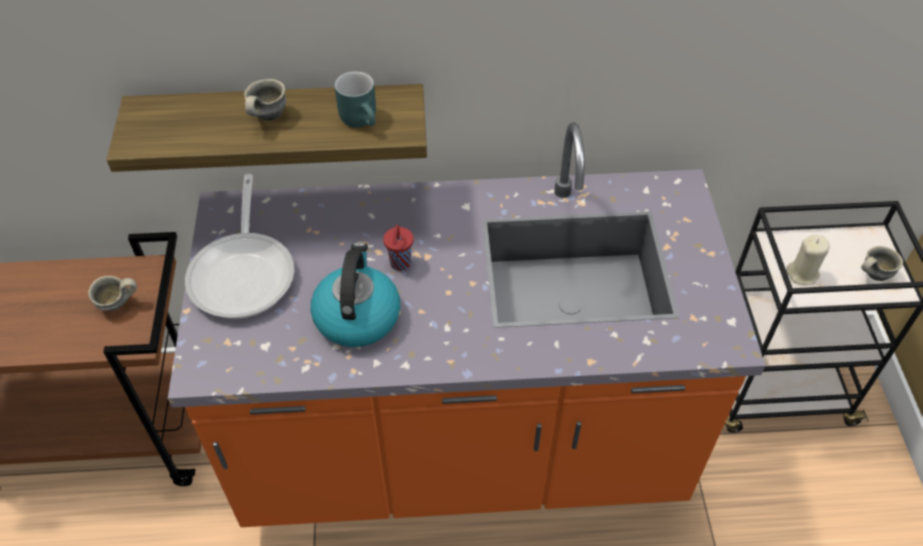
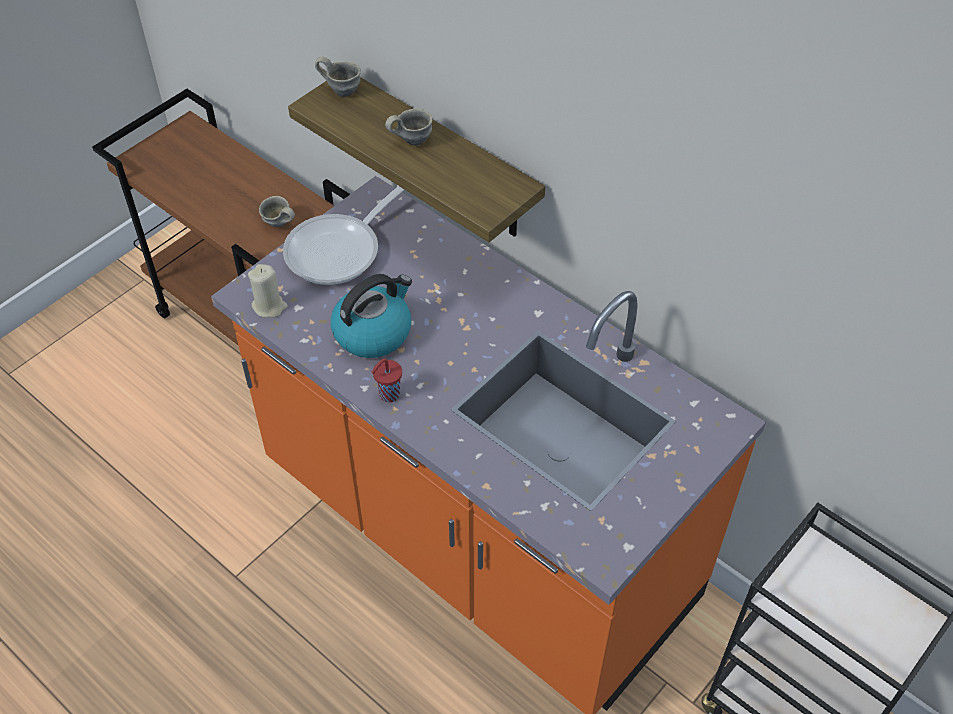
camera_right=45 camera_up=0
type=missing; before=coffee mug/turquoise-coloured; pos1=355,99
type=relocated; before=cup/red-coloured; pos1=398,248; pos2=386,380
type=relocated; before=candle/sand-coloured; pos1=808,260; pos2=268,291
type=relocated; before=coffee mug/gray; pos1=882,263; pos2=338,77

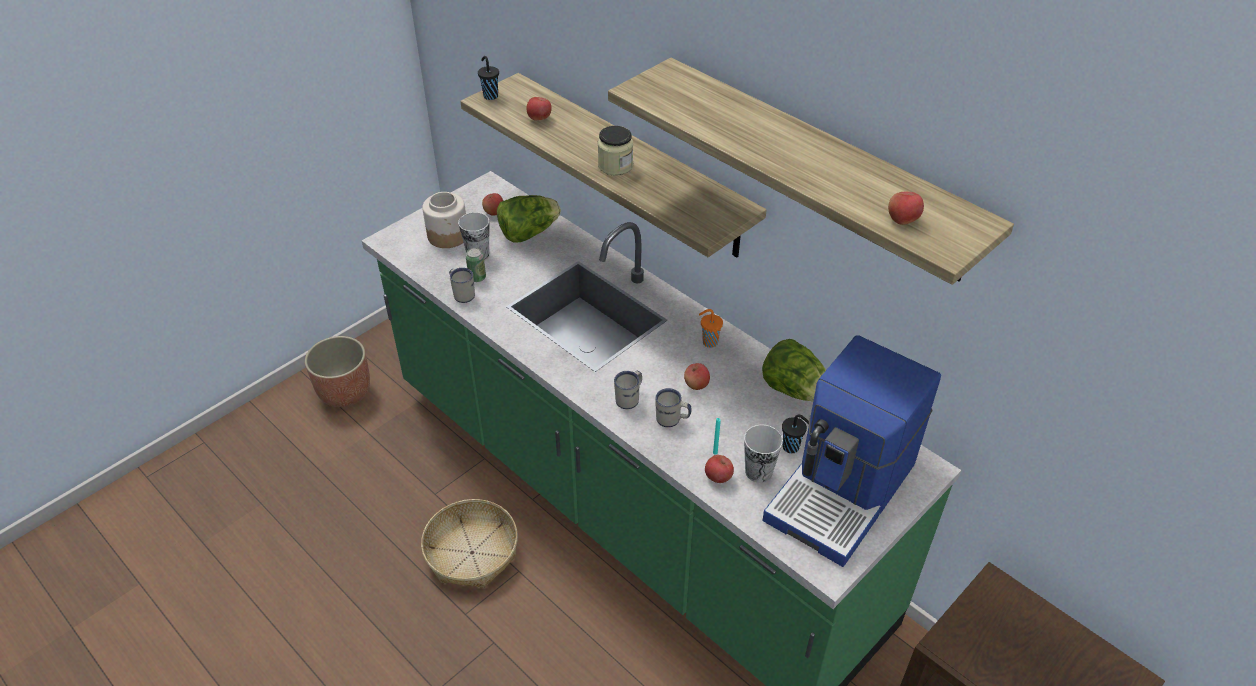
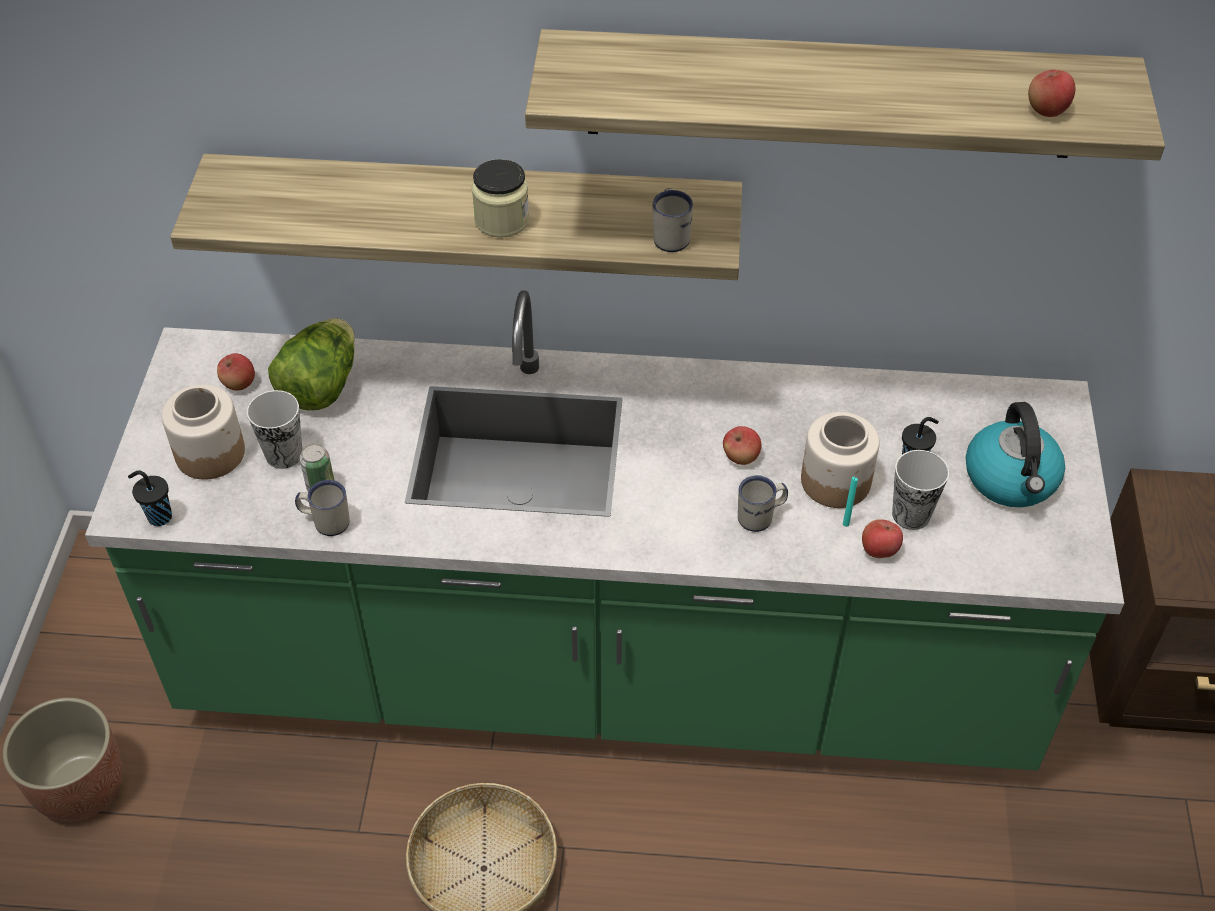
camera_right=-40 camera_up=5
type=relocated; before=cup/black; pos1=488,78; pos2=150,498
type=missing; before=apple; pos1=539,108
type=relocated; before=coffee mug/white-coloured; pos1=628,390; pos2=673,220
type=missing; before=cup/orange; pos1=711,328
type=exchanged; before=coffee maker; after=kettle; pos1=851,451; pos2=1015,454
type=missing; before=lettuce; pos1=794,370
type=appeared; after=storage jar; pos2=840,460

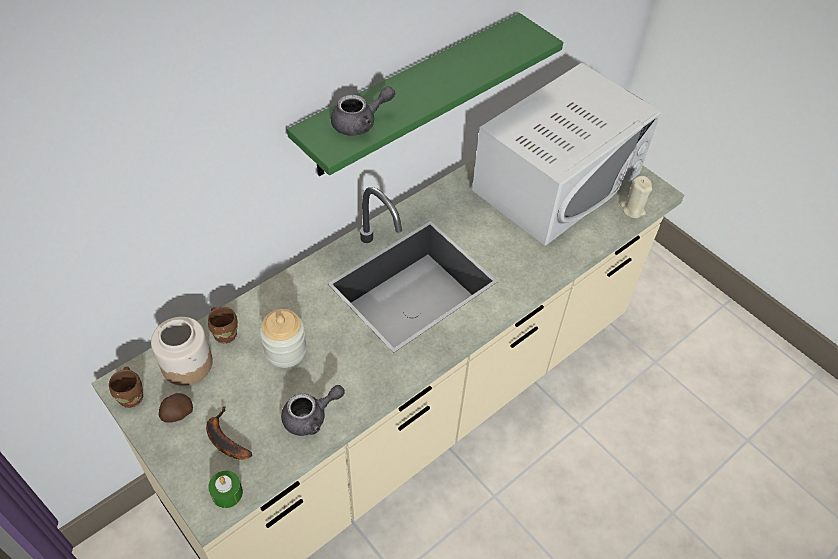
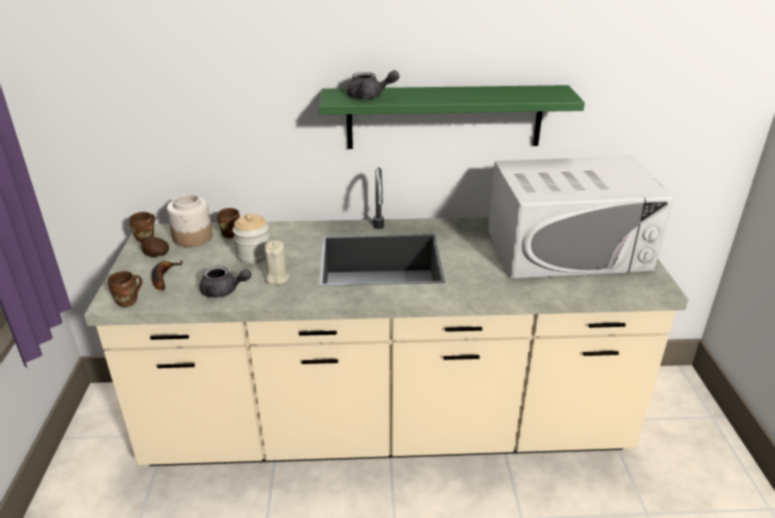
camera_right=40 camera_up=-20
type=exchanged; before=candle/green; after=coffee mug/brown; pos1=225,489; pos2=125,289
type=relocated; before=candle/sand-coloured; pos1=636,197; pos2=277,262

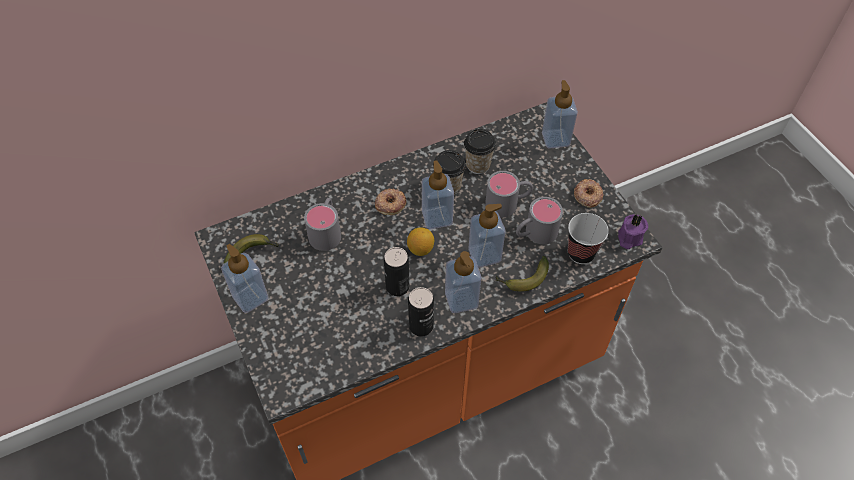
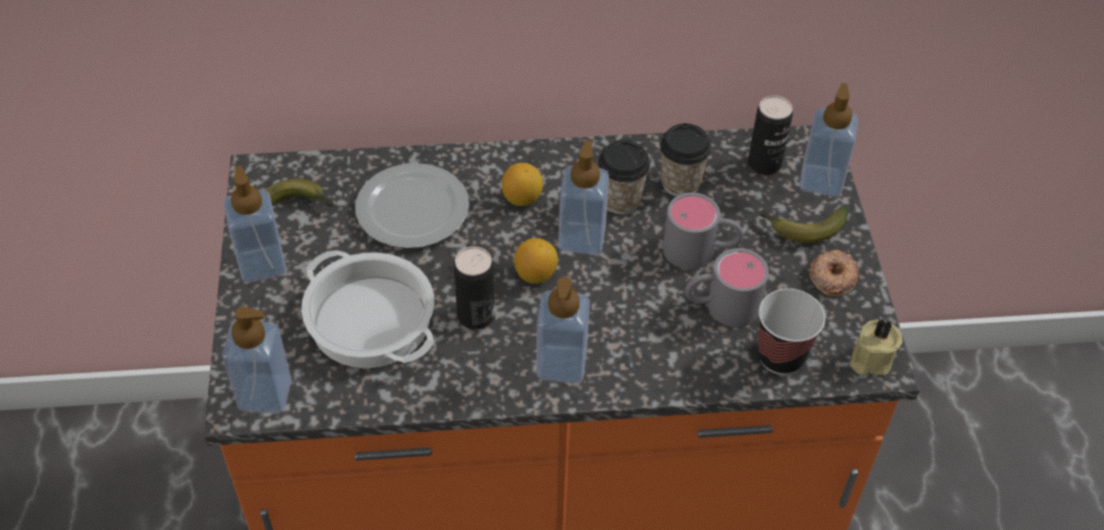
camera_right=20 camera_up=-5
type=exchanged; before=coffee mug/gray; after=plate; pos1=322,224; pos2=412,206
type=exchanged; before=ring doughnut; after=whole lemon; pos1=390,202; pos2=522,184
type=relocated; before=sealed can; pos1=421,312; pos2=770,135
type=relocated; before=liquid soap bottle; pos1=486,236; pos2=257,360
type=relocated; before=banana fruit; pos1=522,274; pos2=803,224
type=colour; before=candle/purple-coloured; after=candle/sand-coloured; pos1=633,231; pos2=876,347
type=appeared; after=saucepot; pos2=367,309

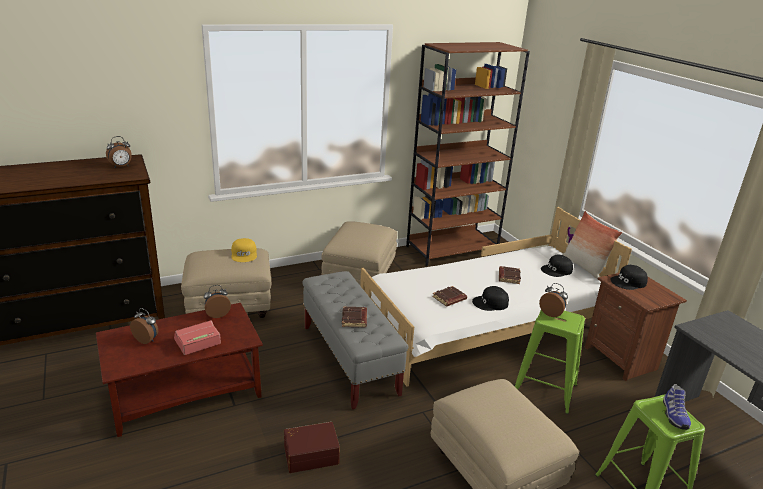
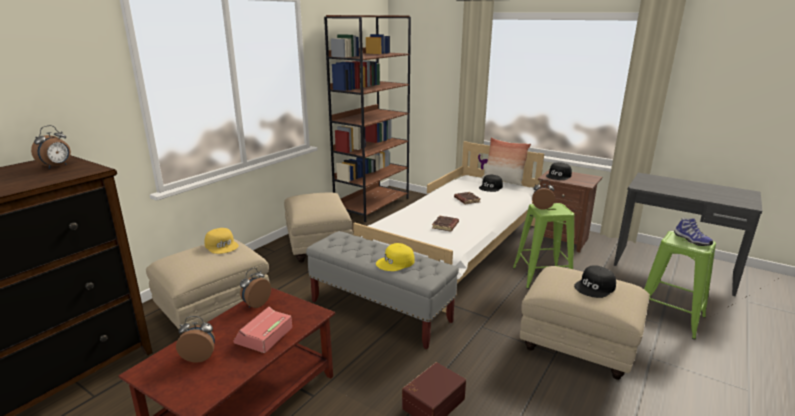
camera_right=-30 camera_up=-5
type=exchanged; before=bound book/brown; after=cap/yellowish; pos1=354,316; pos2=395,257
type=relocated; before=cap/black; pos1=490,298; pos2=595,281

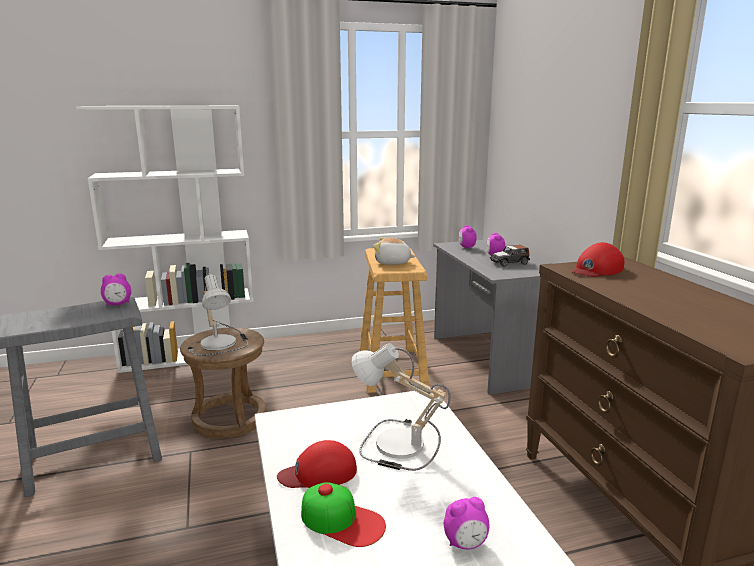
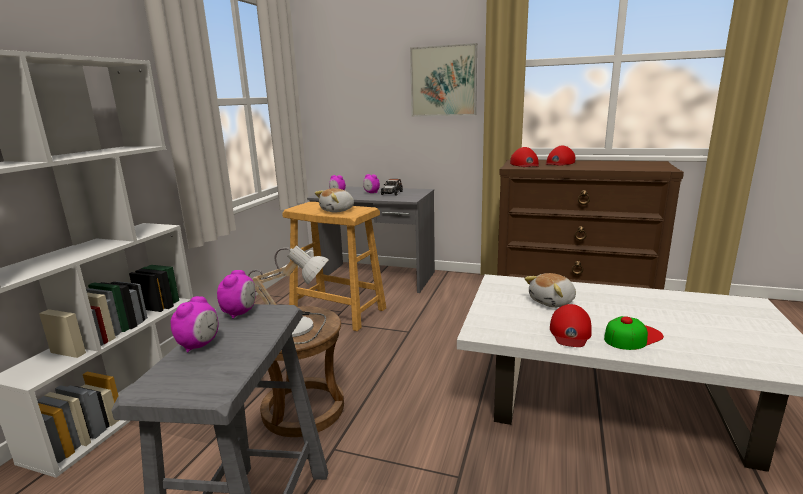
camera_right=-55 camera_up=0
type=exchanged; before=table lamp; after=cuddly toy; pos1=401,407; pos2=550,290
type=relocated; before=alarm clock; pos1=466,523; pos2=194,324
type=appeared; after=picture; pos2=443,80
type=appeared; after=cap/red-coloured; pos2=560,156

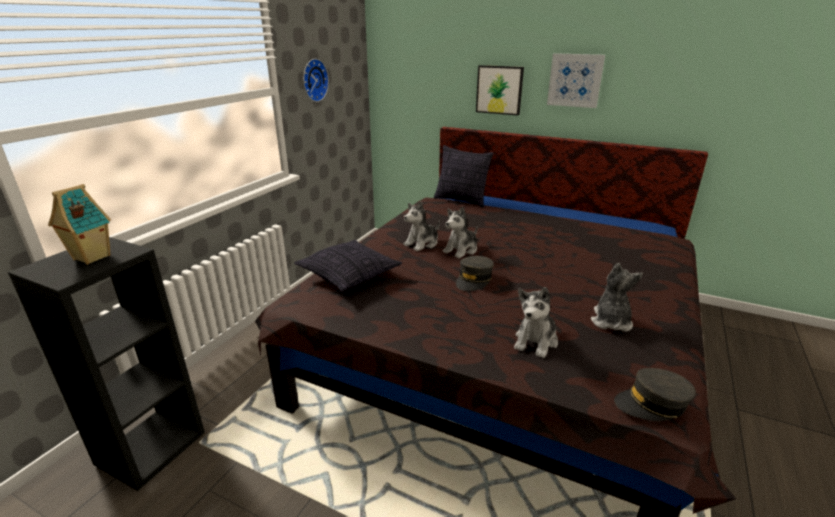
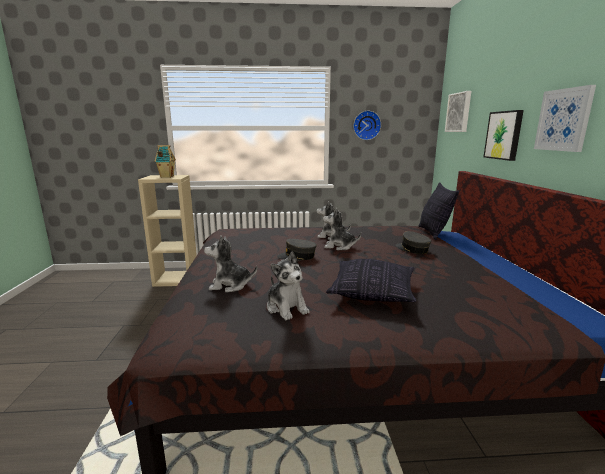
camera_right=60 camera_up=-10
type=colour; before=shelving unit/black; after=shelving unit/sand-coloured; pos1=106,364; pos2=167,231
type=relocated; before=throw pillow; pos1=348,266; pos2=371,280
type=spun; before=cuddly toy; pos1=617,297; pos2=288,285; turn=75
type=relocated; before=cap/gray; pos1=655,394; pos2=414,242
type=appeared; after=picture; pos2=458,111

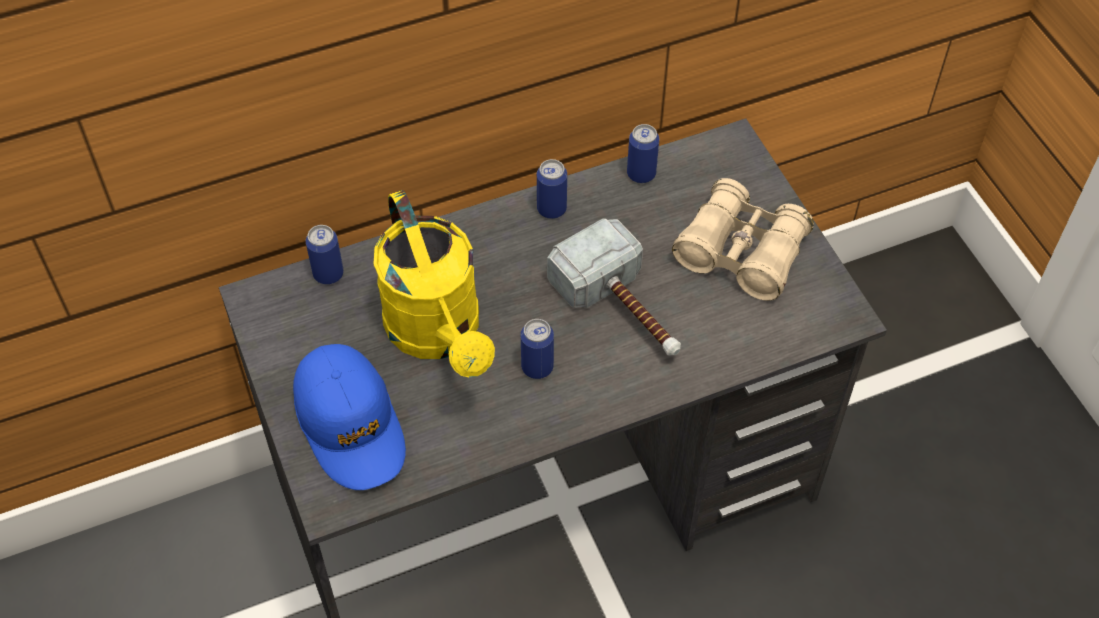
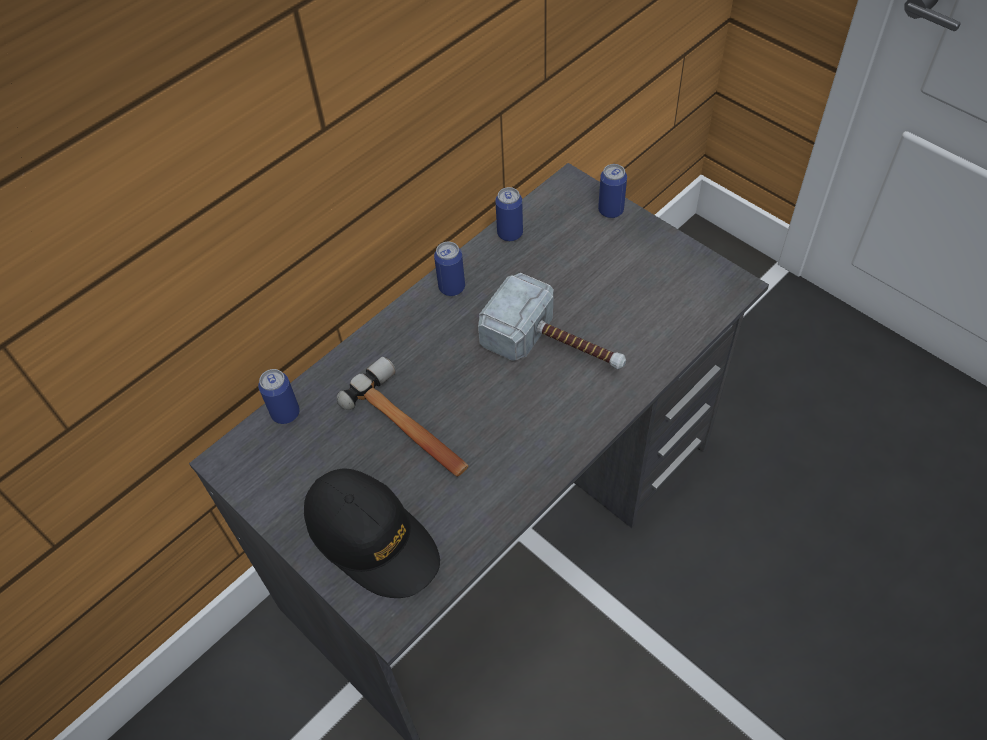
camera_right=-20 camera_up=0
type=colour; before=cap/blue; after=cap/black; pos1=349,417; pos2=372,533
type=exchanged; before=watering pot/yellowish; after=hand hammer; pos1=434,283; pos2=402,417
type=relocated; before=sealed can; pos1=537,349; pos2=612,191
type=missing; before=pair of binoculars/sand-coloured; pos1=743,239

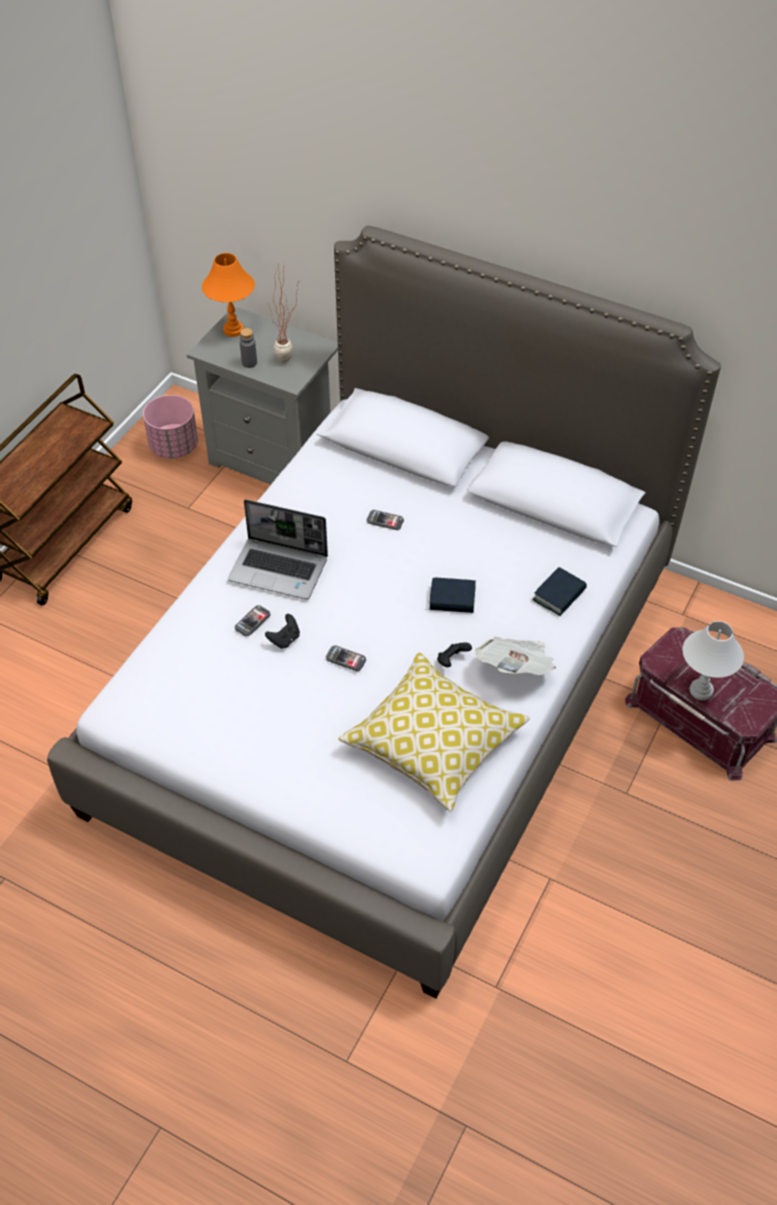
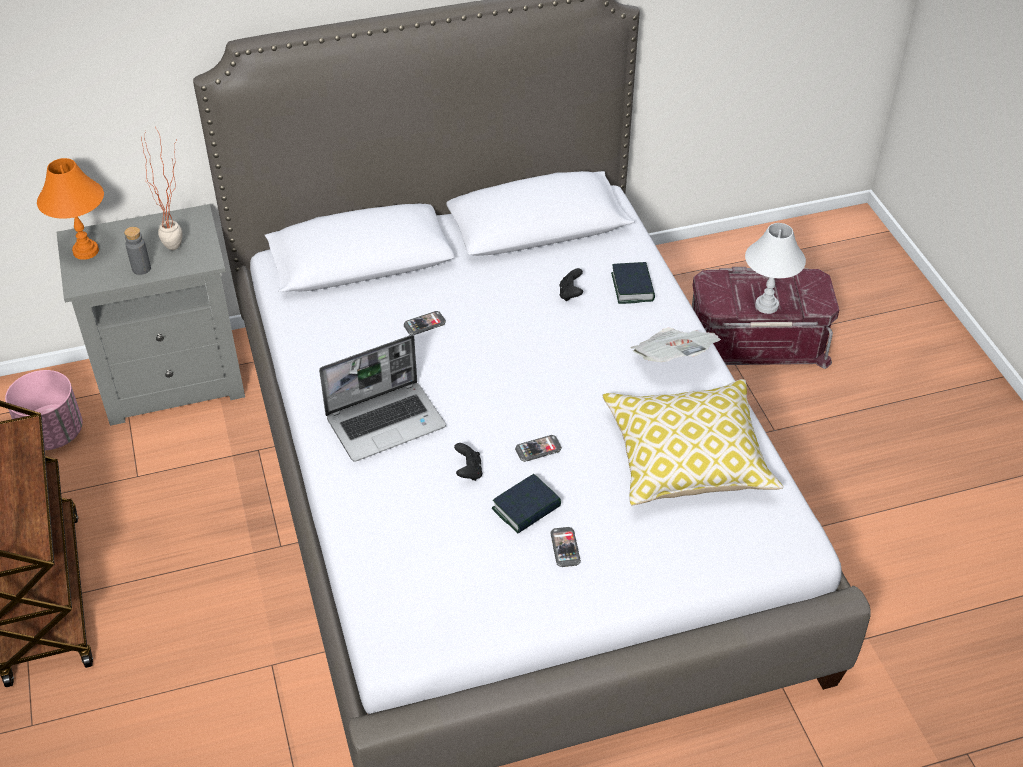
camera_right=-45 camera_up=-5
type=relocated; before=telephone; pos1=253,620; pos2=565,547
type=relocated; before=bound book; pos1=452,595; pos2=526,503
type=relocated; before=gamepad/black; pos1=454,654; pos2=571,284

